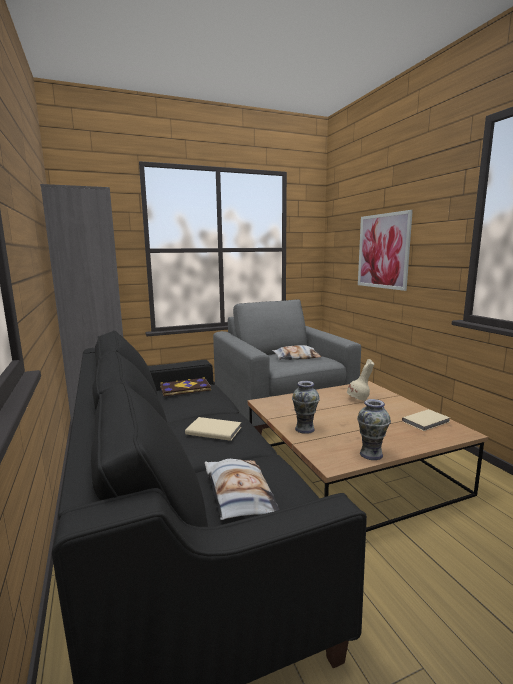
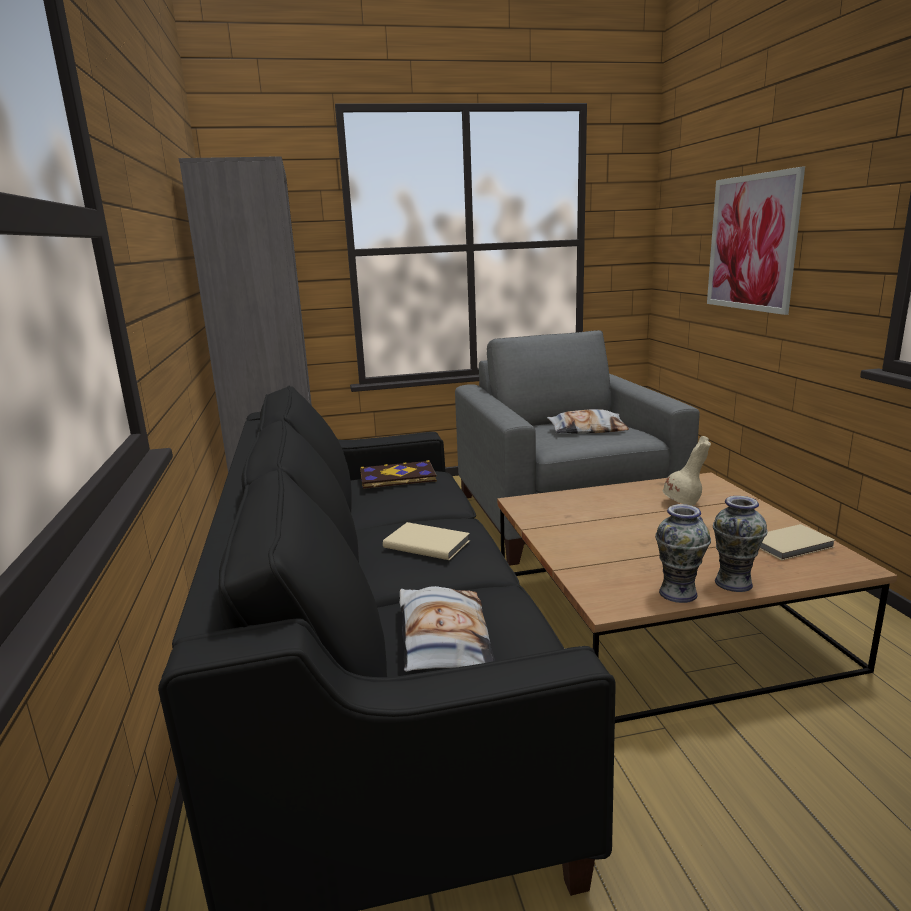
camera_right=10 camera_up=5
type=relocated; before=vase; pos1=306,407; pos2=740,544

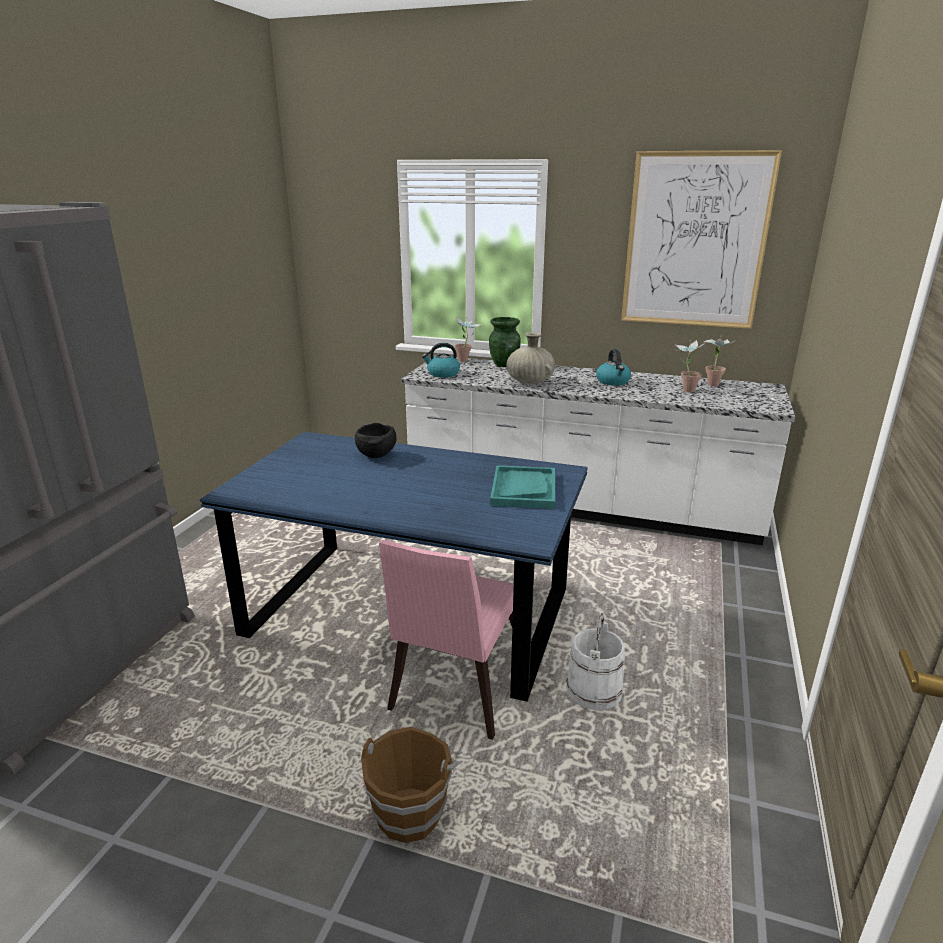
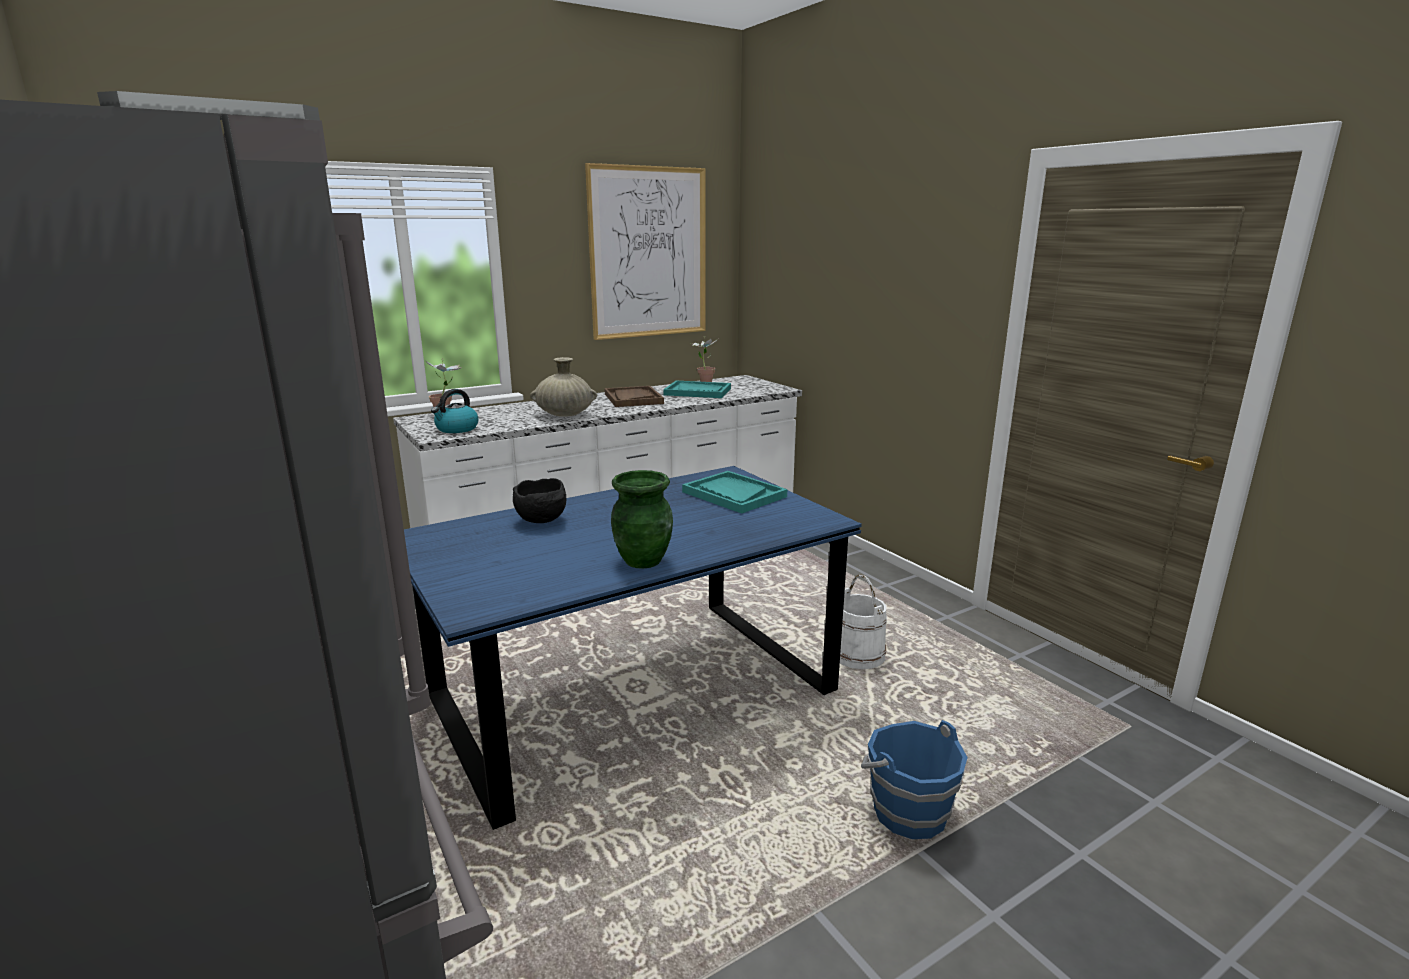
camera_right=-50 camera_up=-5
type=colour; before=pail/brown; after=pail/blue; pos1=410,785; pos2=914,779
type=missing; before=plain chair/pink-coloured; pos1=446,640
type=relocated; before=vase/green; pos1=505,342; pos2=642,519
type=exchanged; before=kettle; after=carrying tray/brown; pos1=613,367; pos2=634,396
type=exchanged; before=potted plant; after=carrying tray/turquoise-coloured; pos1=689,366; pos2=697,389

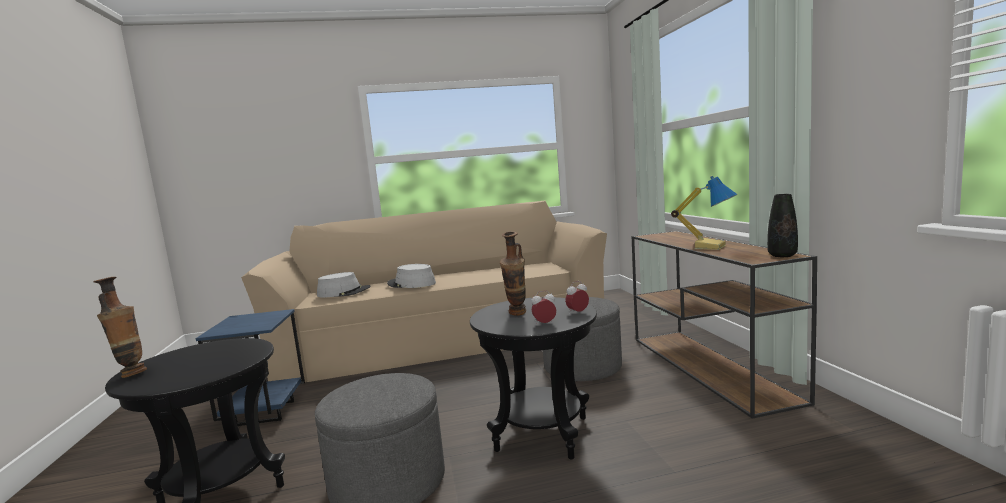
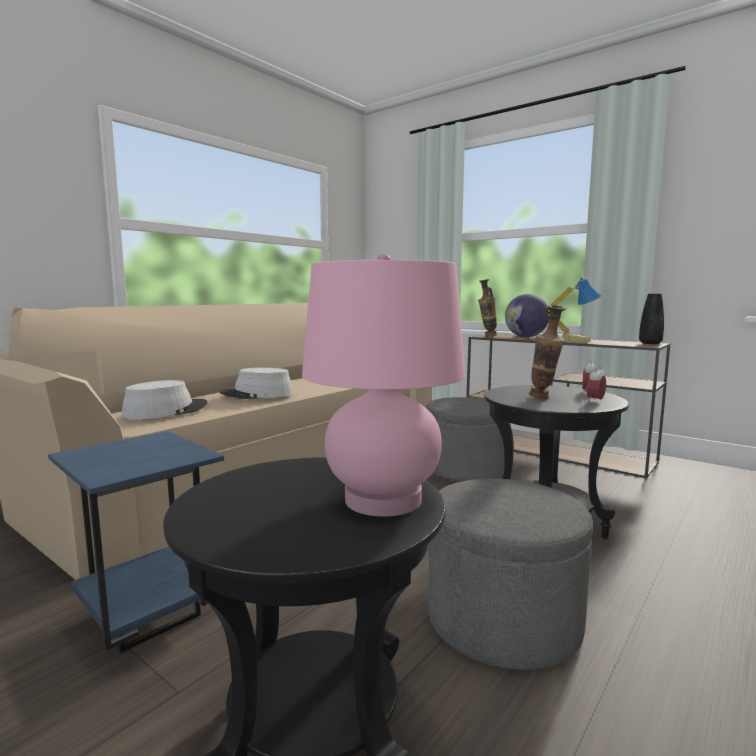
camera_right=-40 camera_up=0
type=relocated; before=vase; pos1=120,327; pos2=487,308
type=appeared; after=table lamp/pink-coloured; pos2=383,385
type=appeared; after=desk globe; pos2=527,315

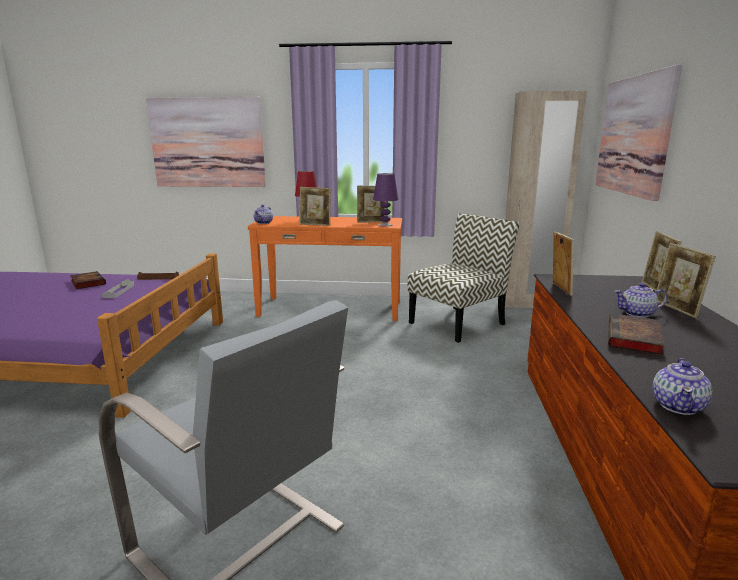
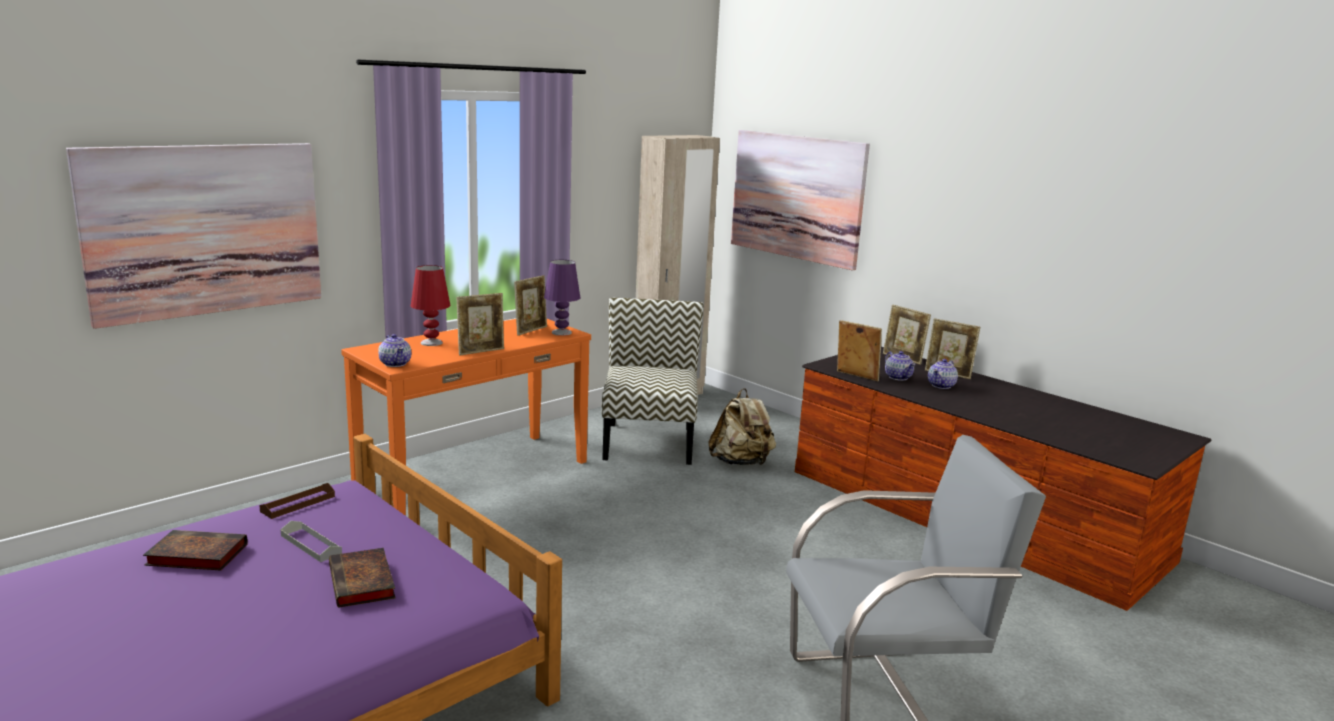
camera_right=-50 camera_up=0
type=relocated; before=bound book; pos1=636,334; pos2=362,578
type=relocated; before=teapot; pos1=682,386; pos2=900,366
type=appeared; after=knapsack/sand-coloured; pos2=742,426

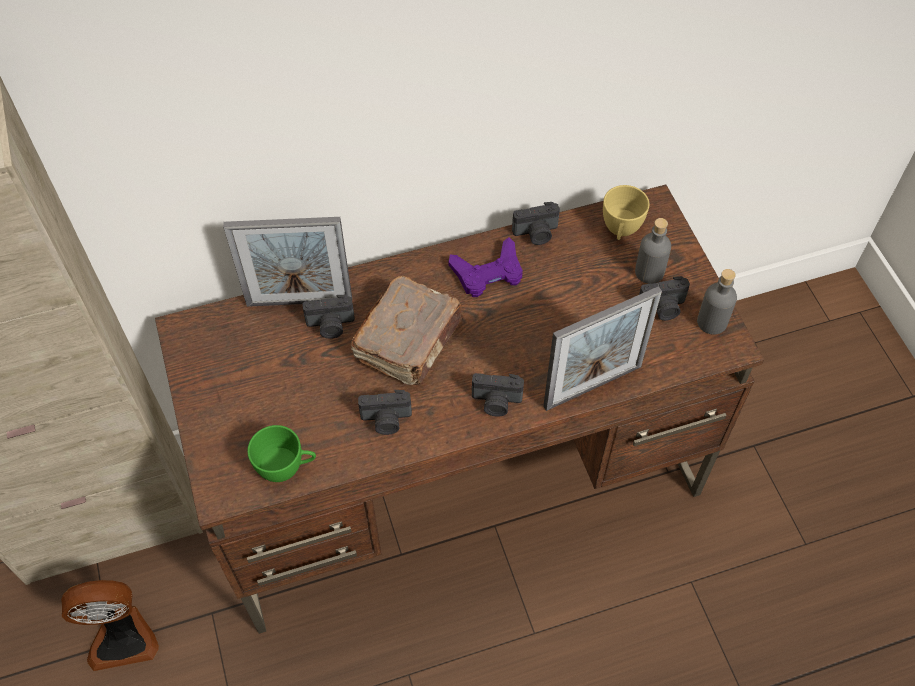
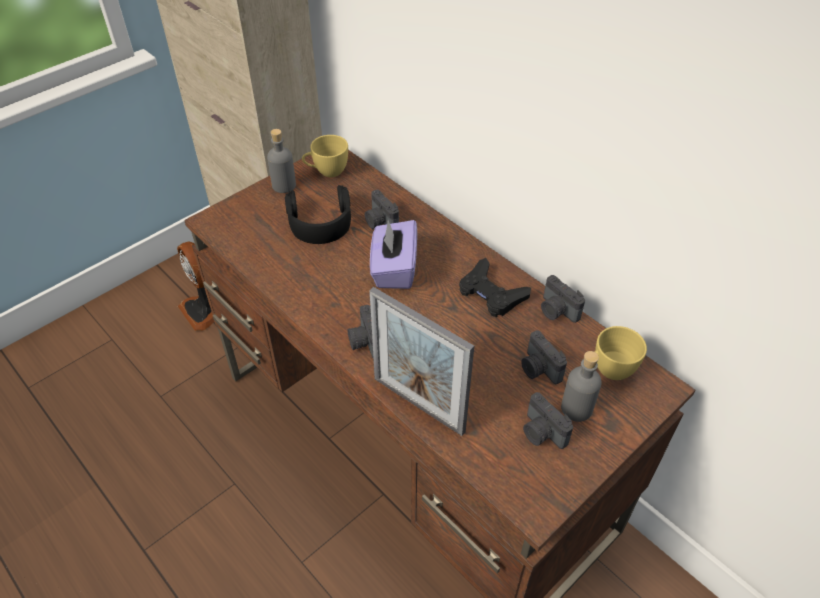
camera_right=65 camera_up=-10
type=missing; before=standing frame; pos1=287,262
type=missing; before=cup/green; pos1=281,453
type=exchanged; before=bound book/brown; after=tissue box/purple-coloured; pos1=407,330; pos2=393,254
type=relocated; before=photo camera; pos1=385,412; pos2=544,357
type=colour; before=gamepad/purple-coloured; after=gamepad/black; pos1=486,267; pos2=495,287
type=relocated; before=beverage bottle/gray; pos1=717,302; pos2=281,161
type=appeared; after=headphones/black; pos2=318,214
type=appeared; after=cup/yellowish; pos2=325,156

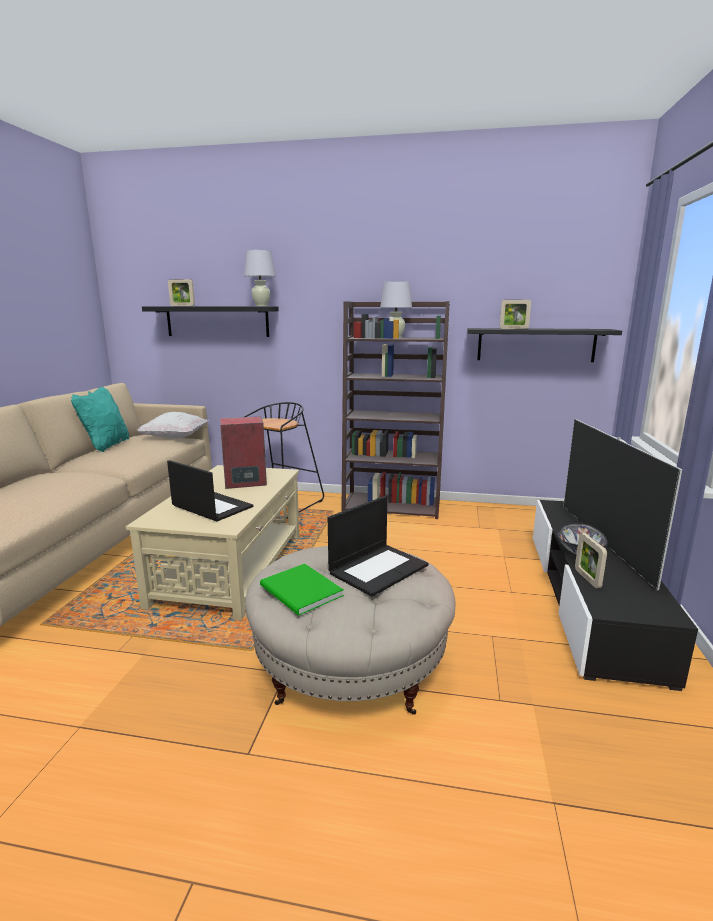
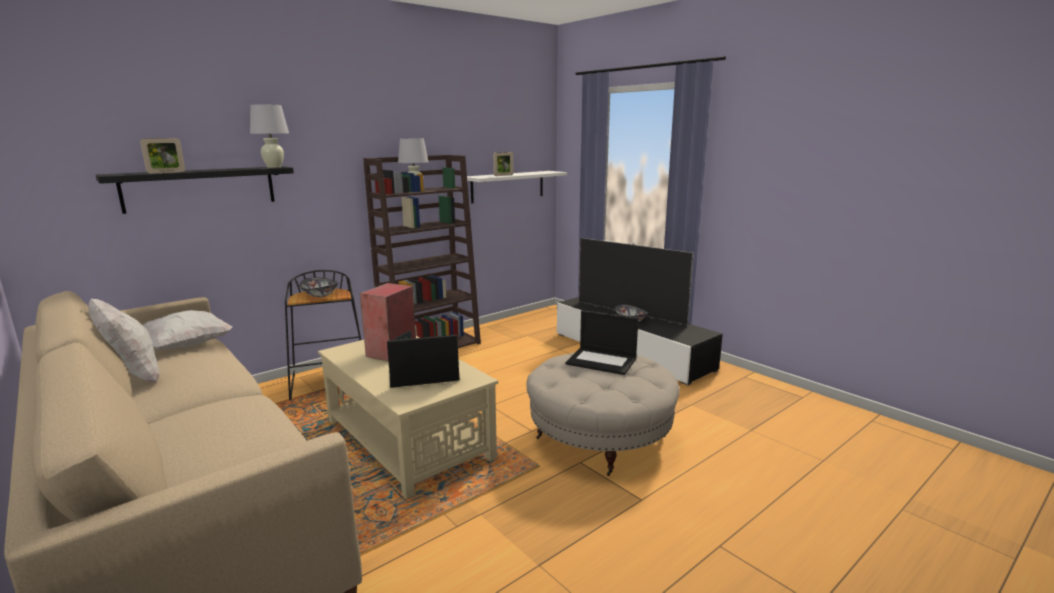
camera_right=-50 camera_up=0
type=colour; before=throw pillow/turquoise-coloured; after=throw pillow/white-coloured; pos1=100,419; pos2=124,340
type=missing; before=bound book/green; pos1=302,590
type=spun; before=laptop; pos1=378,546; pos2=601,342; turn=120
type=colour; before=shelf/black; after=shelf/white-coloured; pos1=544,345; pos2=517,187
type=missing; before=standing frame; pos1=591,560
type=appeared; after=bowl; pos2=319,287

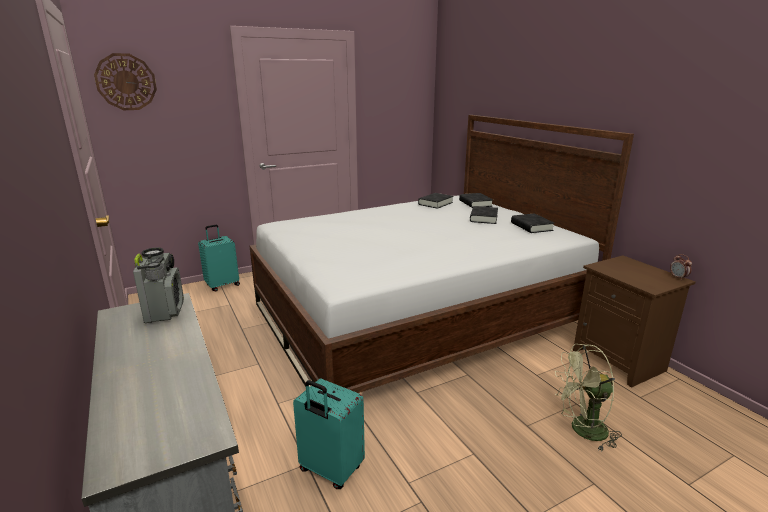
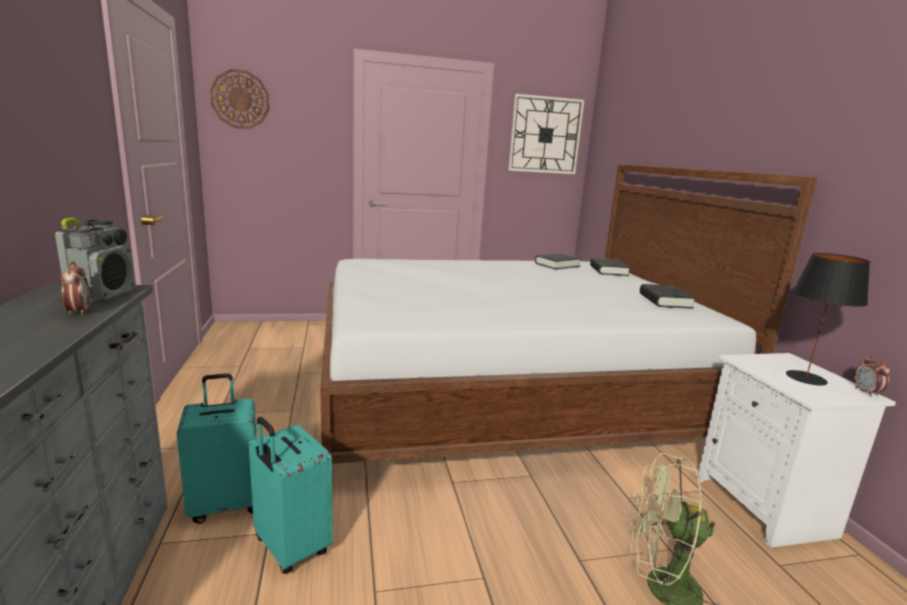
camera_right=15 camera_up=-5
type=relocated; before=travel case/turquoise-coloured; pos1=219,258; pos2=217,448
type=missing; before=bound book/black; pos1=484,215
type=colour; before=bedside table/brown; after=bedside table/white-coloured; pos1=634,321; pos2=796,450
type=appeared; after=alarm clock; pos2=75,288
type=appeared; after=hanging clock; pos2=546,134
type=appeared; after=table lamp/black; pos2=828,319

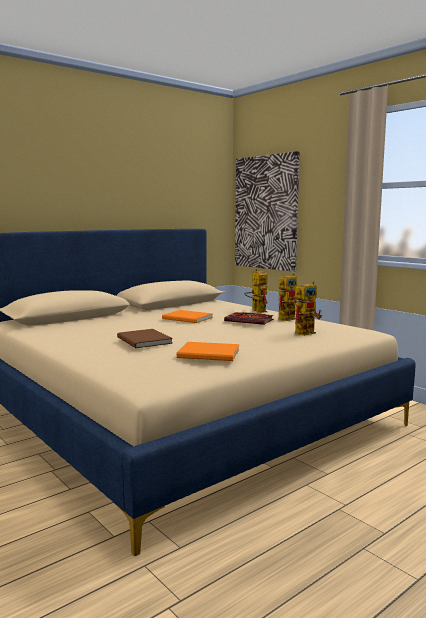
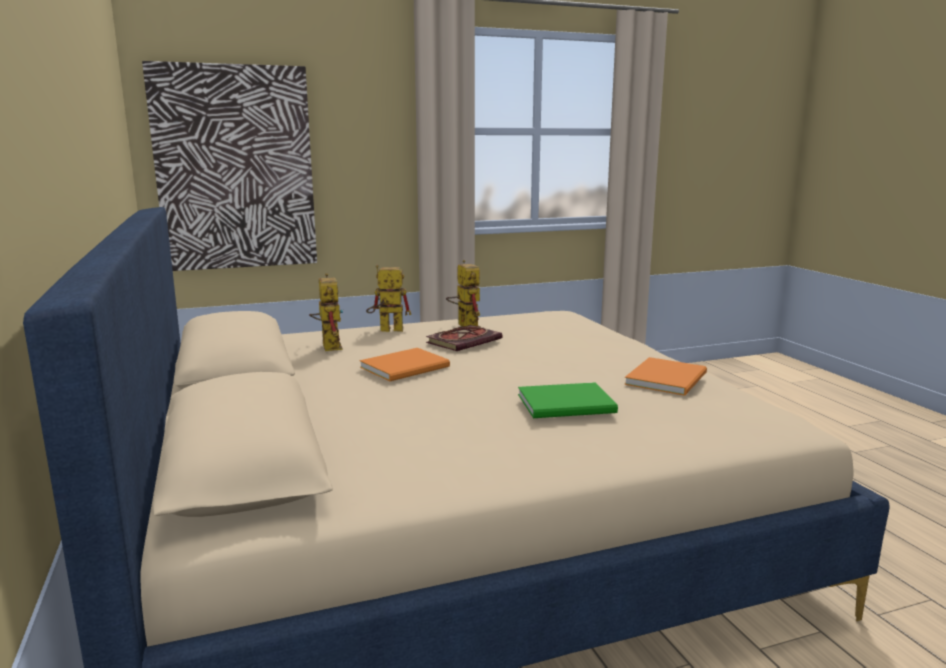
camera_right=-70 camera_up=5
type=colour; before=bound book/brown; after=bound book/green; pos1=145,338; pos2=568,400
type=relocated; before=model robot; pos1=308,308; pos2=326,312

